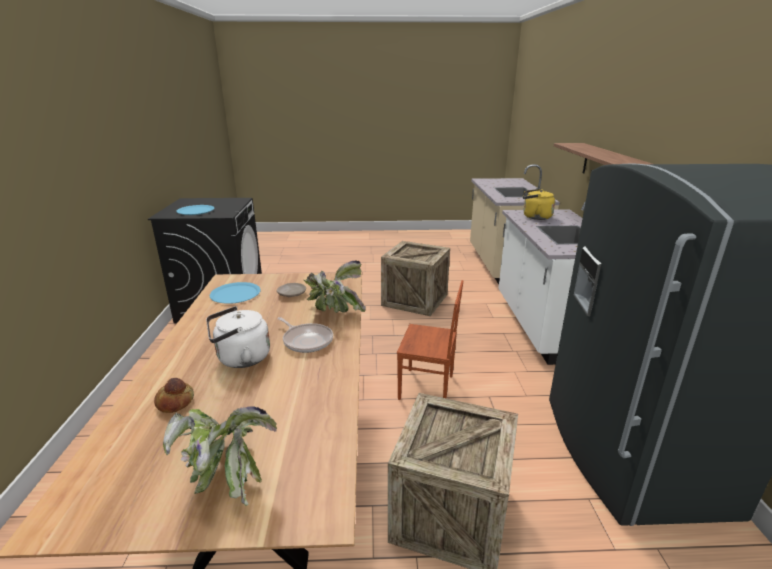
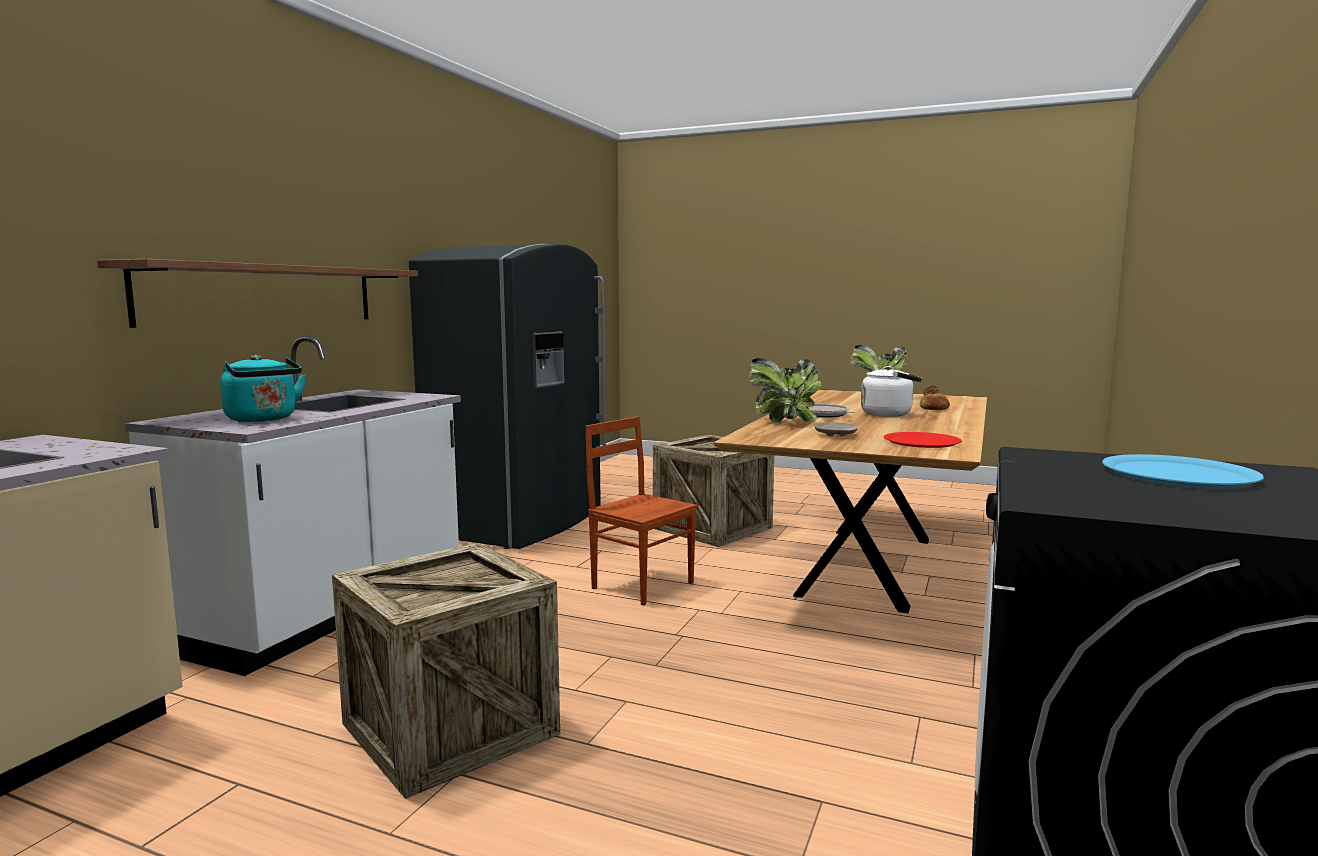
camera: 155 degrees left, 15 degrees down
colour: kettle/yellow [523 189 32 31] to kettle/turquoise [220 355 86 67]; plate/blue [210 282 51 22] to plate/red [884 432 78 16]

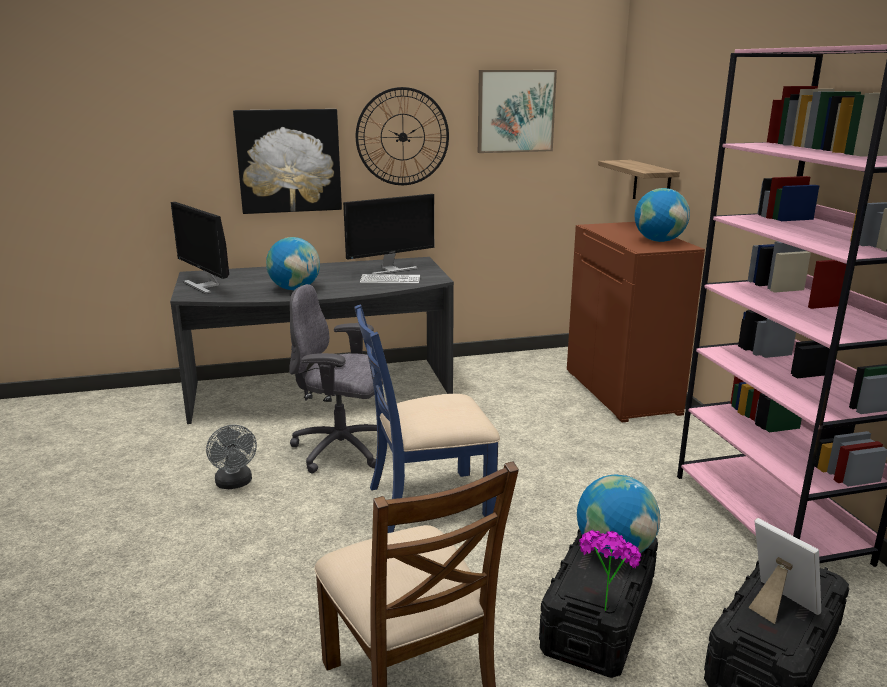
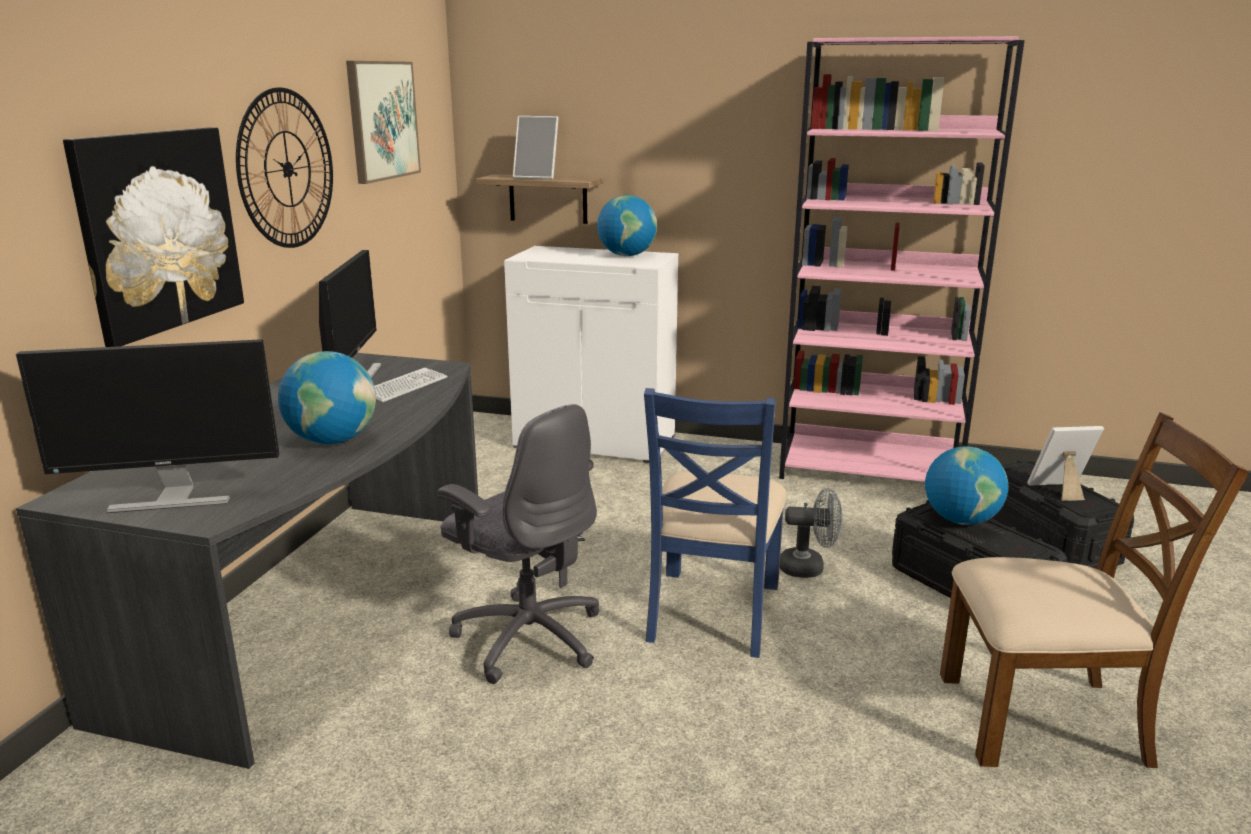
camera: 60 degrees left, 0 degrees up
missing: potted plant [579 530 62 81]
appeared: picture frame [513 116 46 63]
relocated: fan/grey [206 425 51 64] to [780 488 62 90]
colour: cabinet/brown [567 222 138 201] to cabinet/white [504 246 174 217]
spun: office chair/grey [289 284 99 190] = [438 404 162 280] 90 degrees counterclockwise

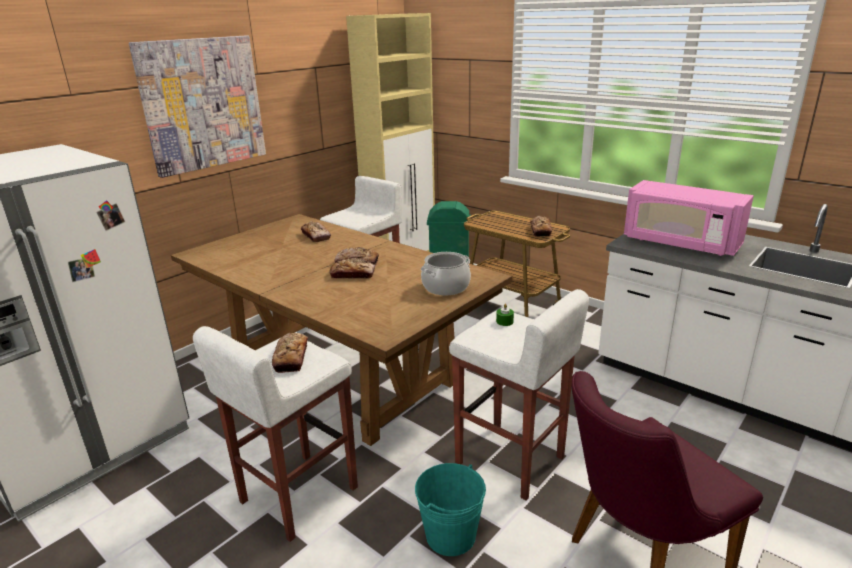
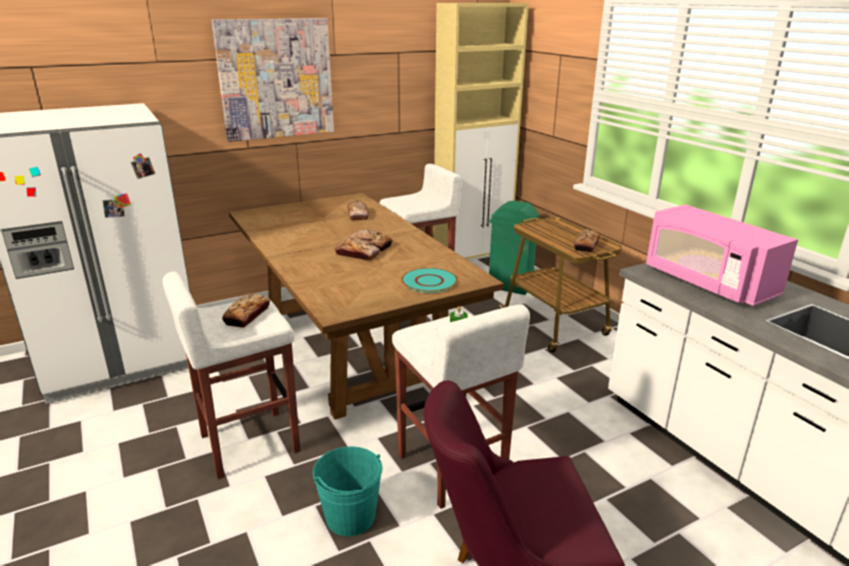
camera: 20 degrees right, 0 degrees up
exchanged: cooking pot [420 252 51 43] to plate/turquoise [401 268 57 25]

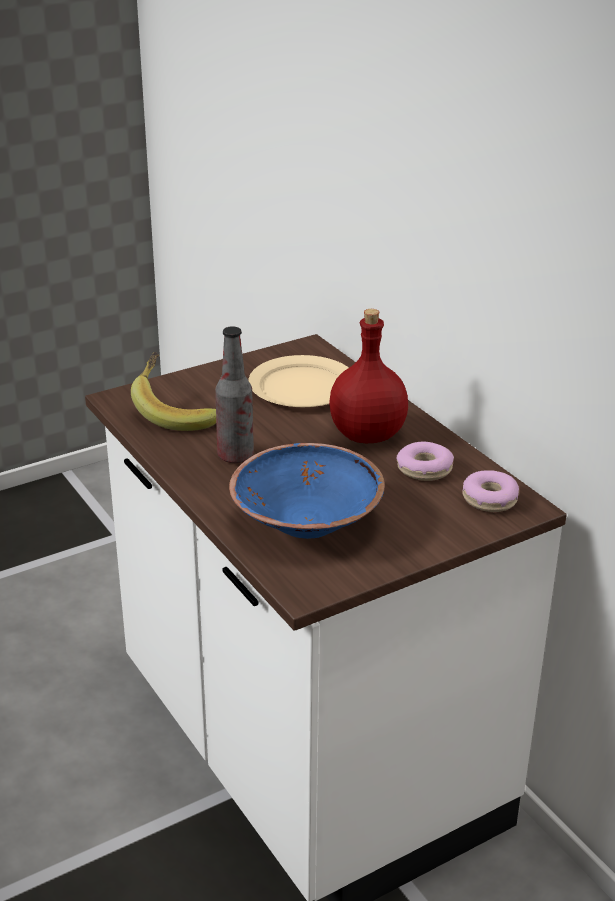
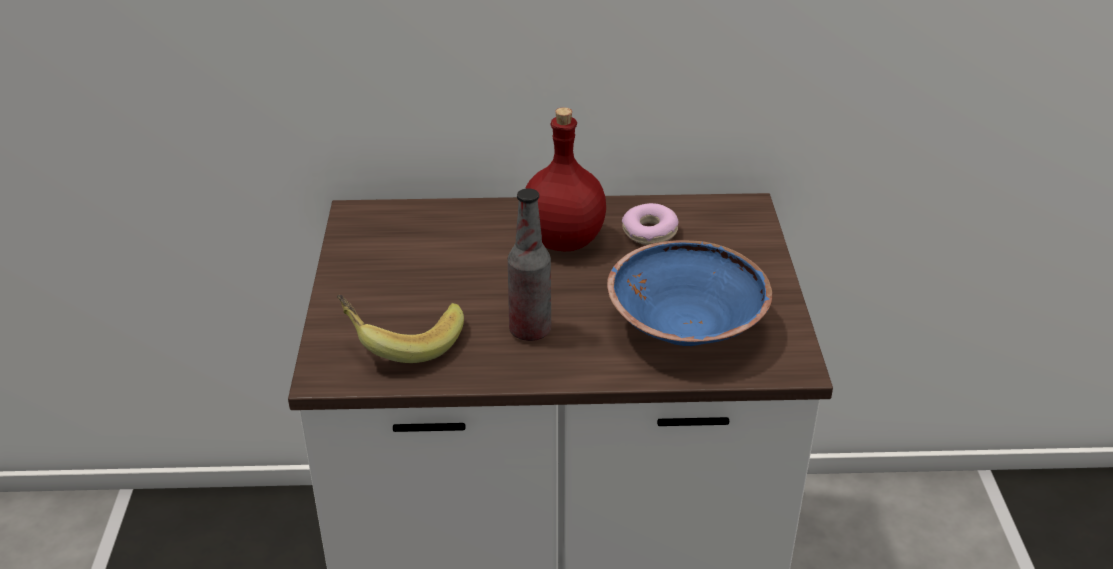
camera: 60 degrees left, 5 degrees up
missing: plate/beige [248 355 100 52]; donut [462 470 57 42]

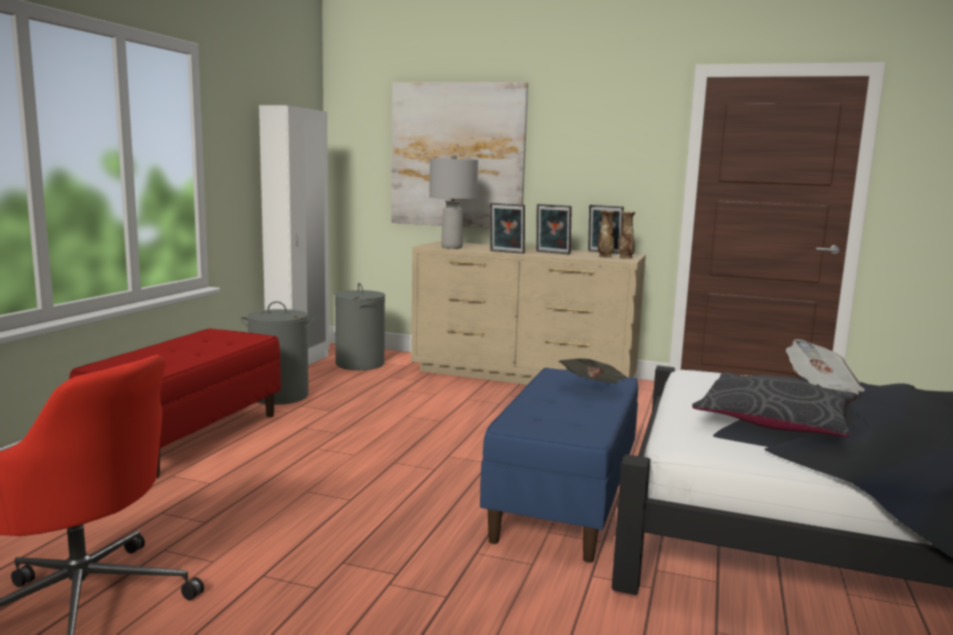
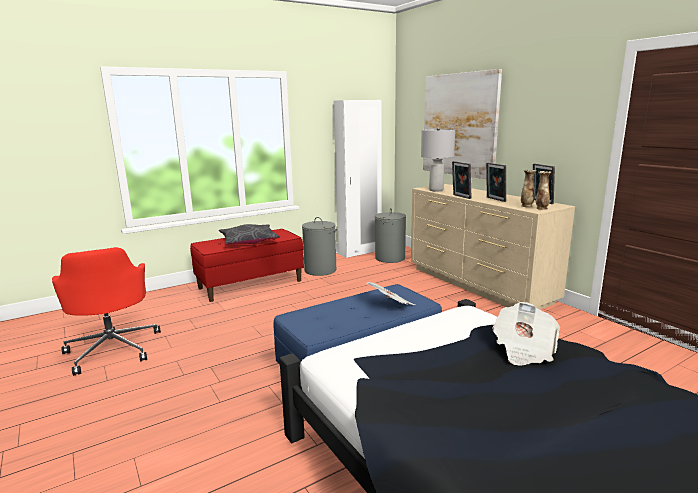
camera: 40 degrees right, 5 degrees up
relocated: pillow/grey [692 372 165 65] to [219 224 61 20]

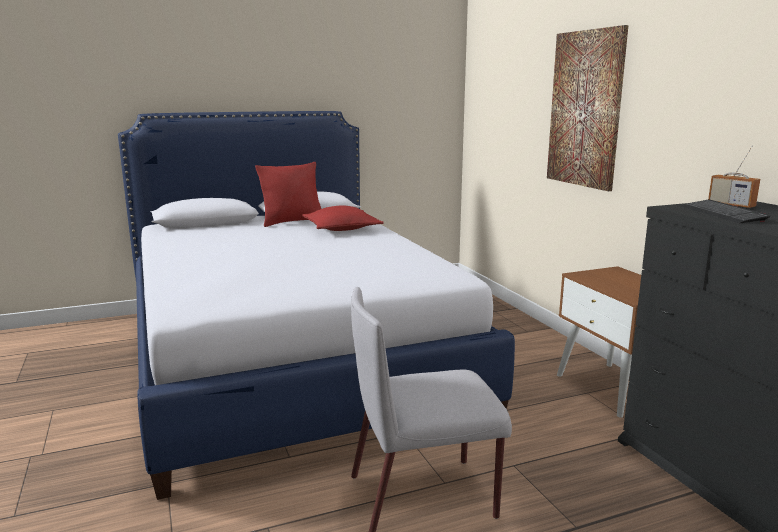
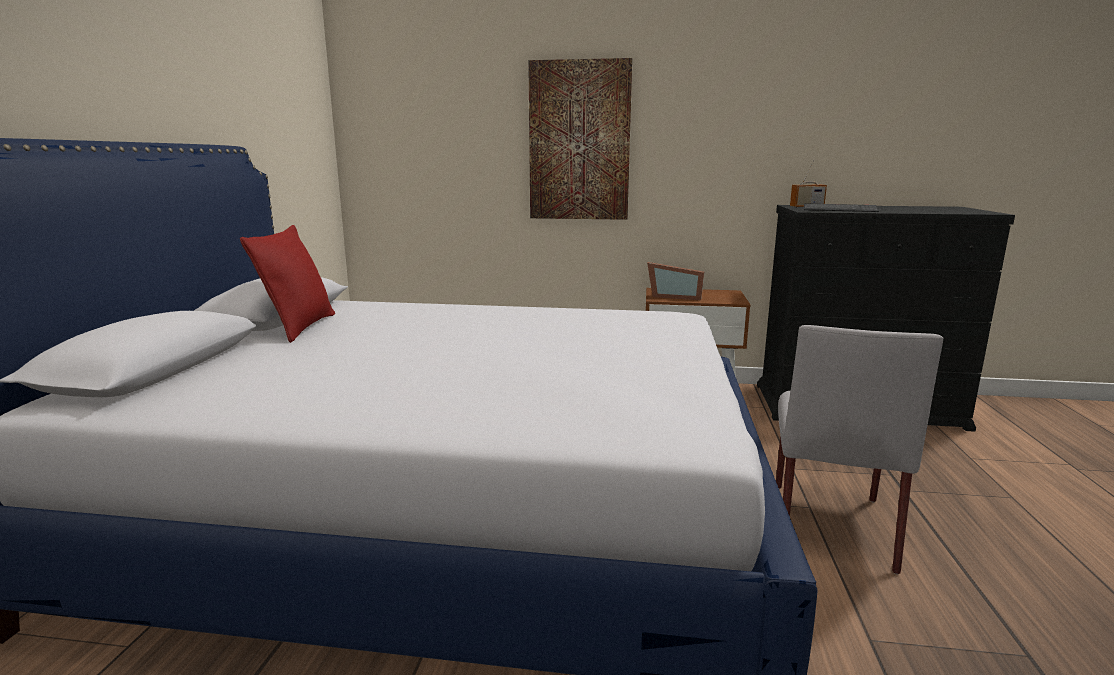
camera: 60 degrees left, 0 degrees up
missing: pillow/red [302 206 82 25]
appeared: picture frame [647 262 57 38]

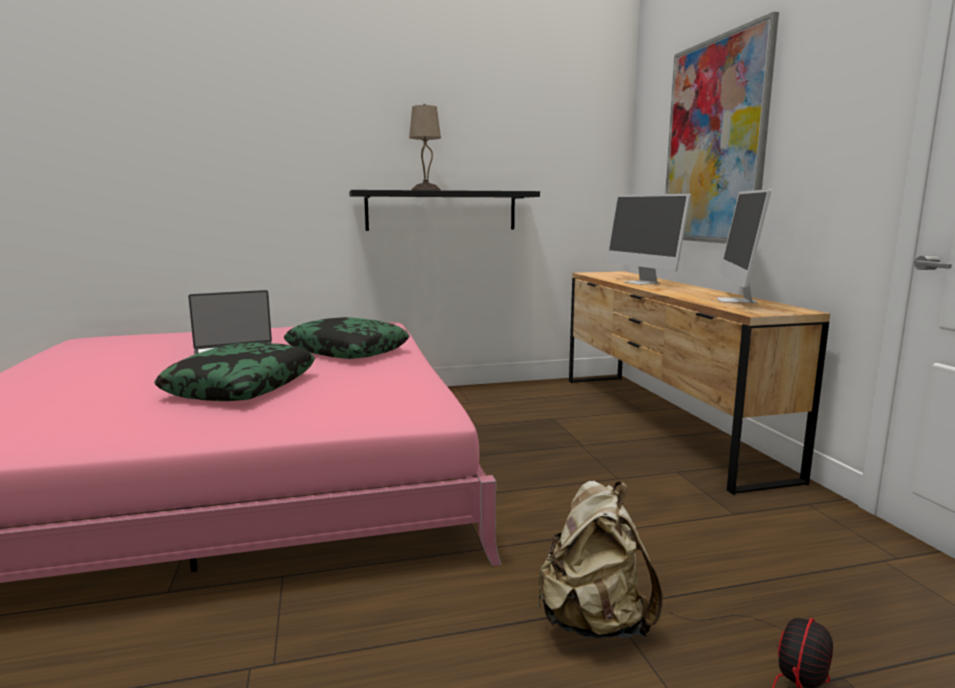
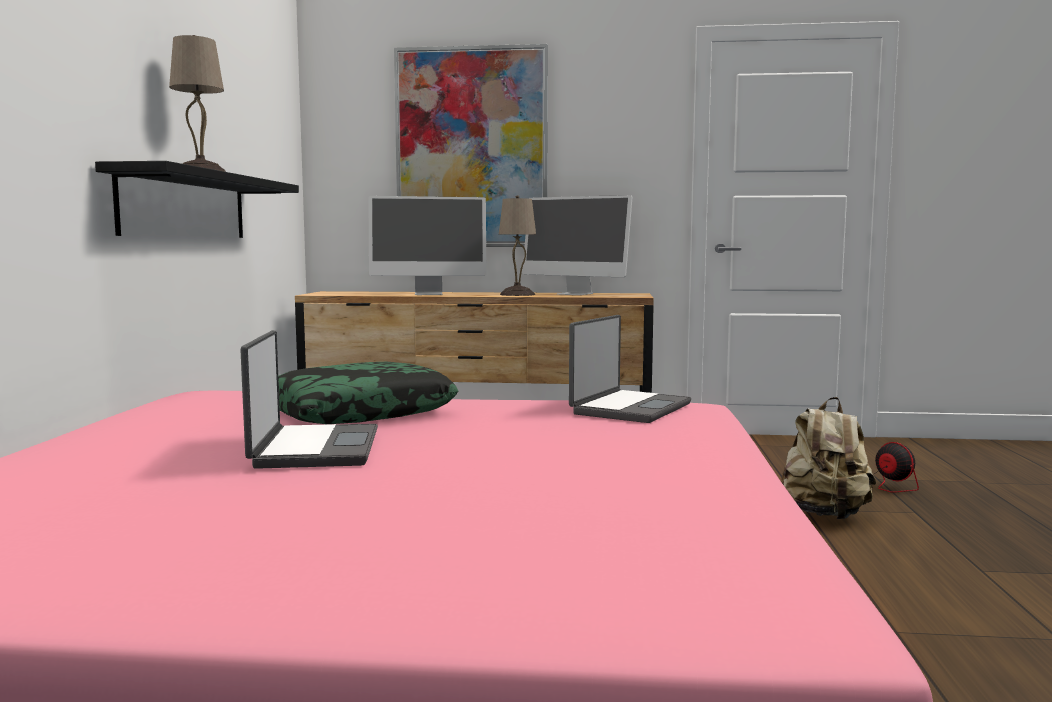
camera: 70 degrees left, 5 degrees down
missing: pillow [154 343 161 58]
appeared: table lamp/beige [499 195 37 101]; laptop [569 315 122 108]

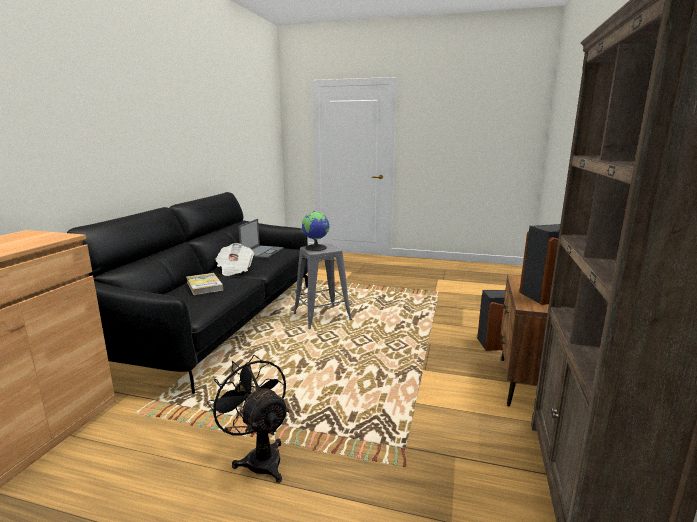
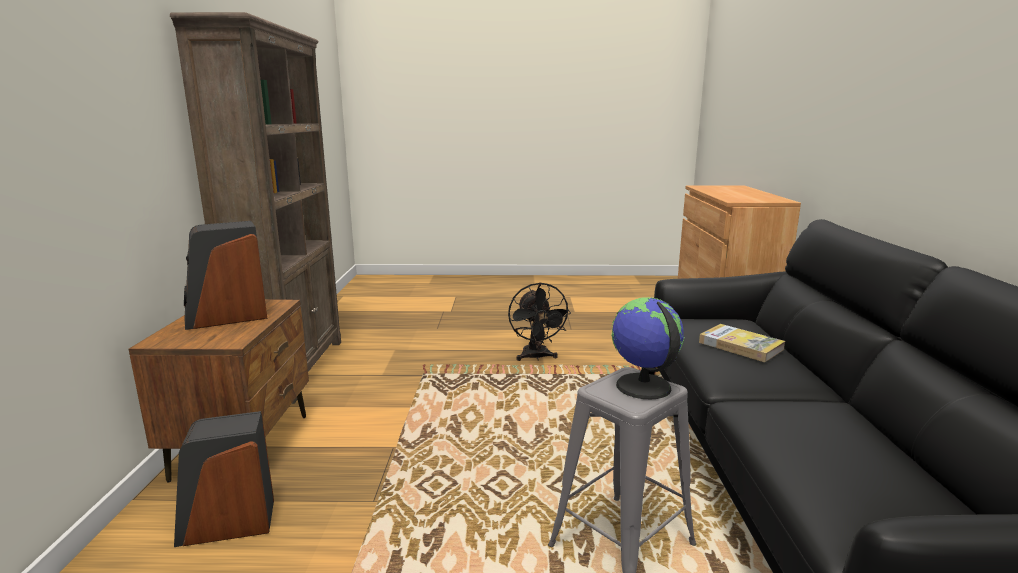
camera: 165 degrees right, 0 degrees up
missing: laptop [238 219 46 39]; newspaper [215 243 39 33]
spun: fan/black [207 355 82 128] = [508 282 63 79] 45 degrees clockwise

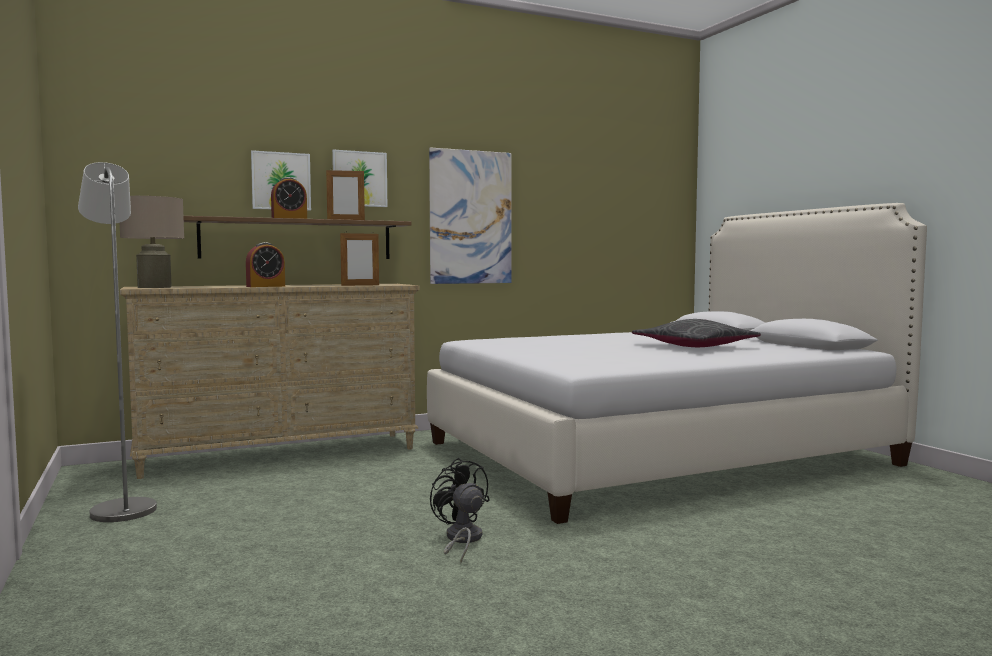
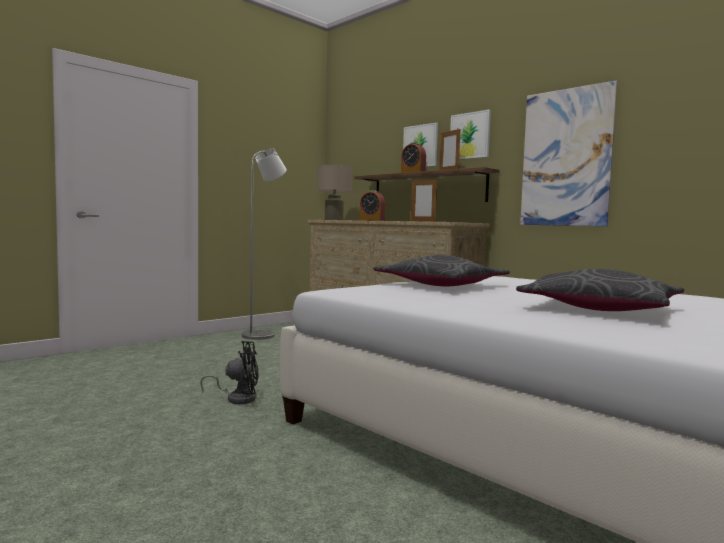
camera: 70 degrees right, 0 degrees up
appeared: pillow/grey [373 255 137 31]
spun: fan/black [430 458 59 105] = [200 341 59 63] 45 degrees clockwise

